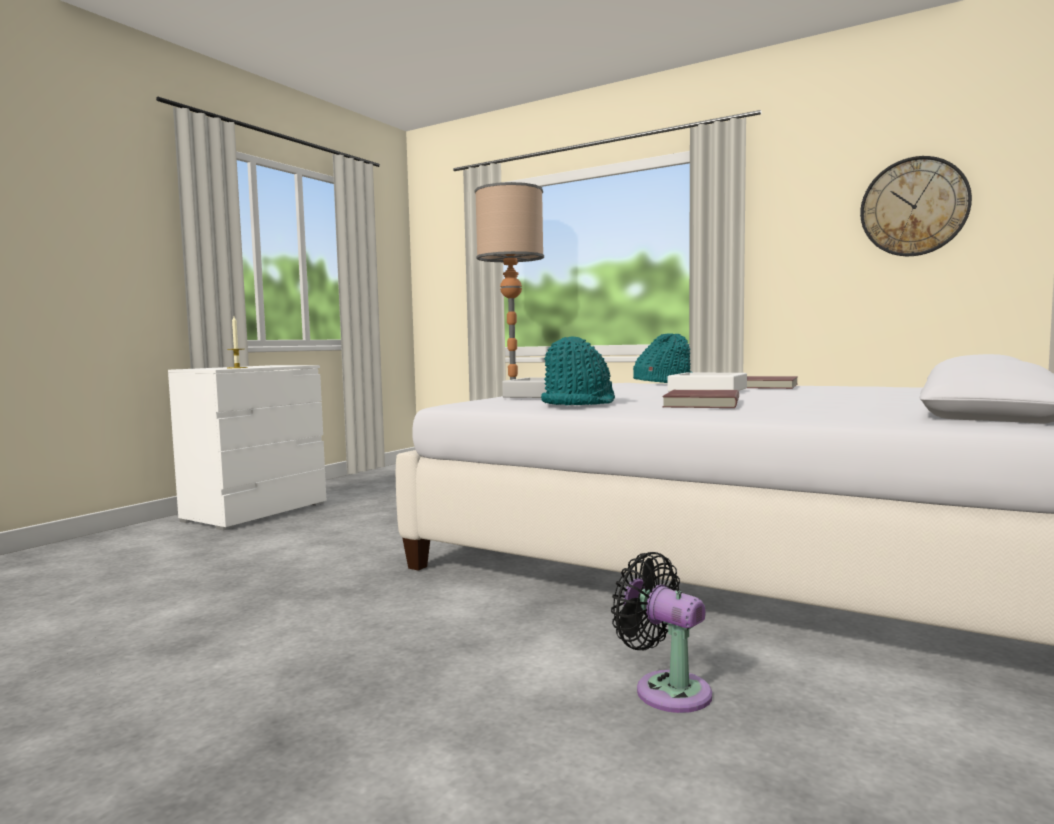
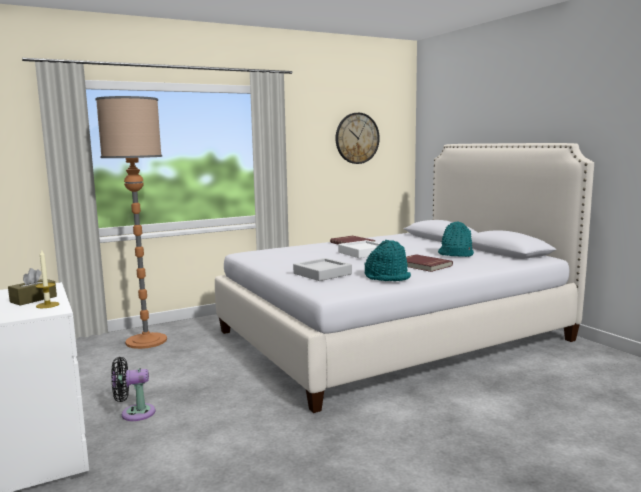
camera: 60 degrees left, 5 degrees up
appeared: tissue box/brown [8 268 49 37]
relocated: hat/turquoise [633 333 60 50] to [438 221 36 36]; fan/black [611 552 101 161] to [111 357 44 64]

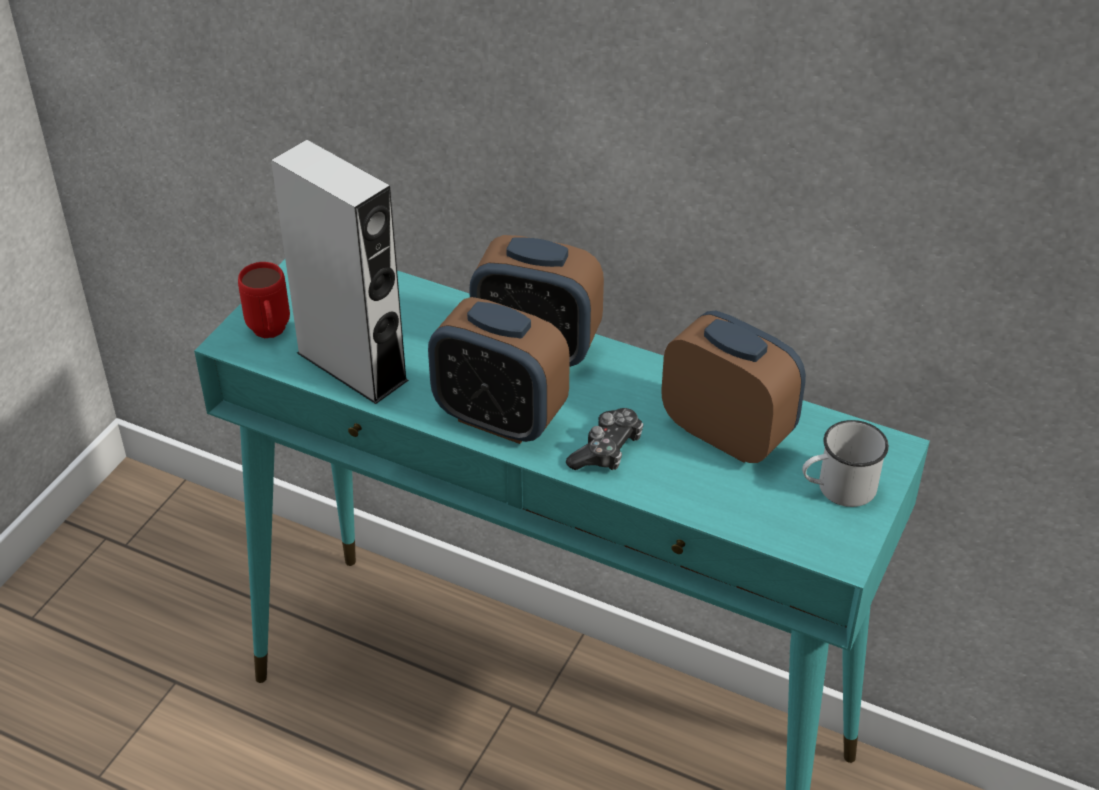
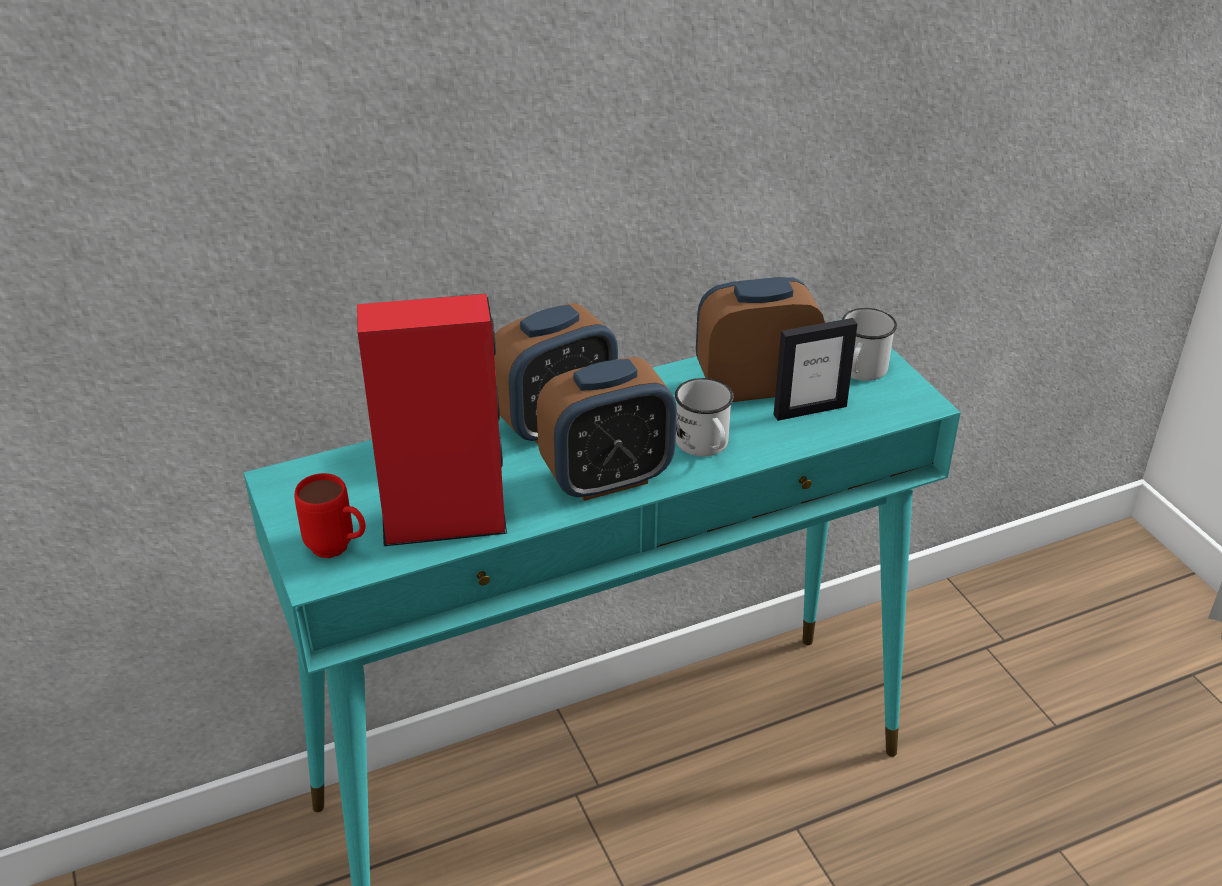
camera: 50 degrees left, 5 degrees down
appeared: picture frame [774 318 83 103]
exchanged: game controller [566 408 77 62] to mug/white [675 378 59 79]
colour: speaker/grey [271 140 138 264] to speaker/red [357 294 150 252]

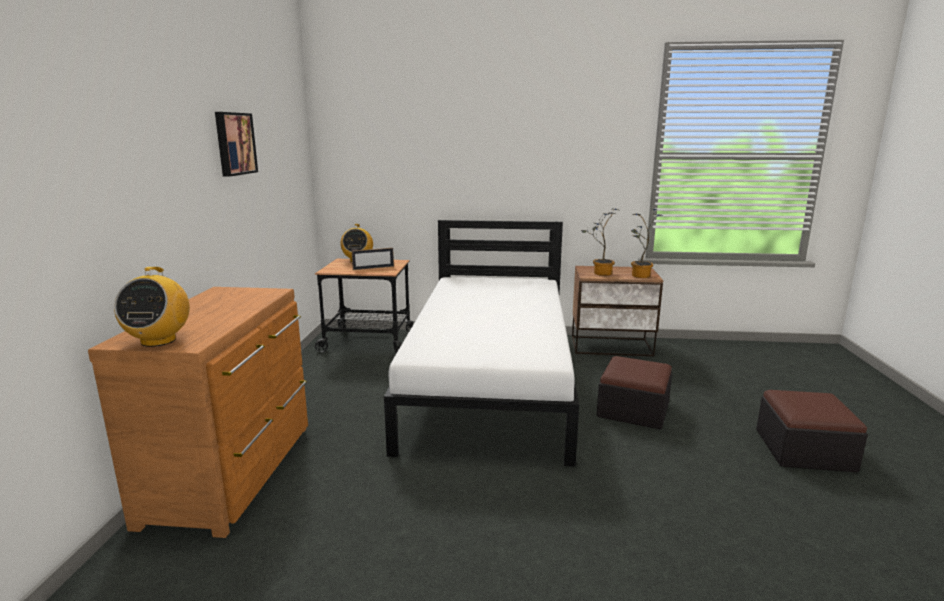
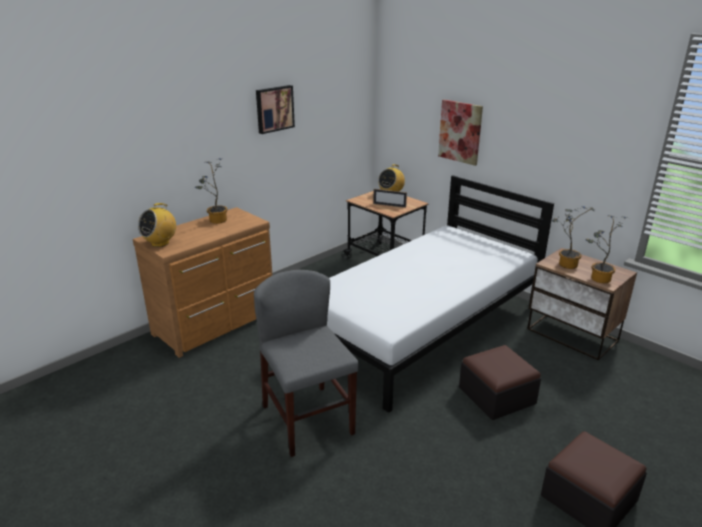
camera: 40 degrees right, 10 degrees up
appeared: picture [438 100 45 66]; potted plant [195 158 33 66]; chair/grey [254 270 105 187]

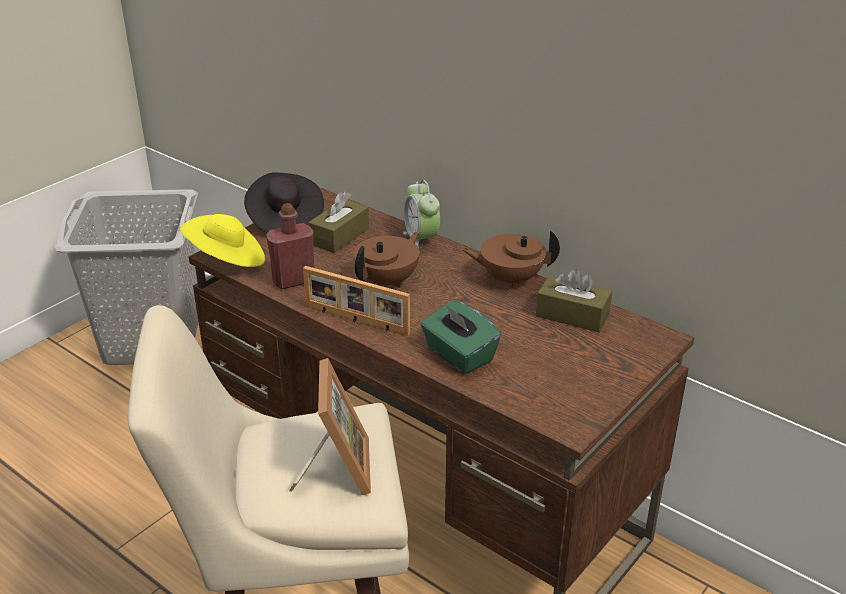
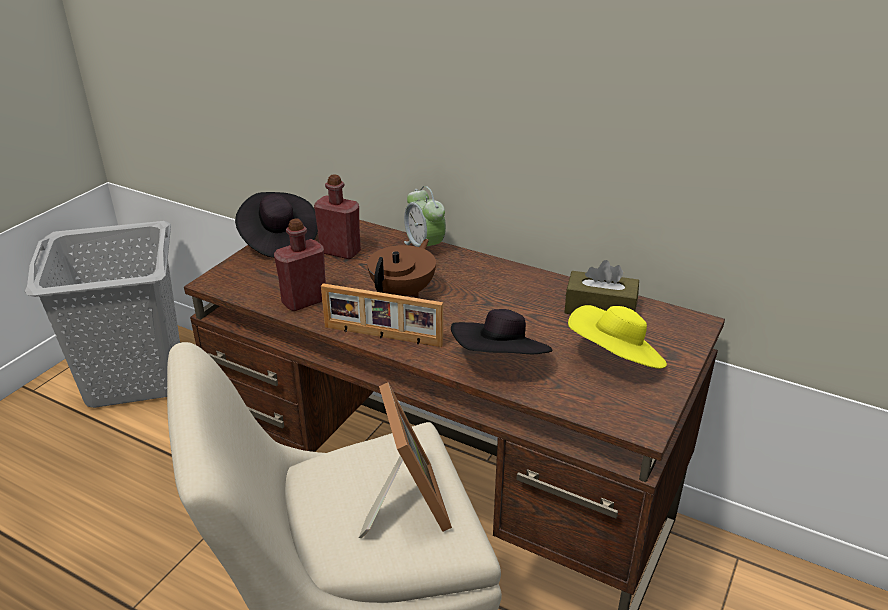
camera: 10 degrees left, 0 degrees up
missing: teapot/brown [462 230 98 58]
relocated: hat/yellow [180 214 85 53] to [568 305 99 64]
exchanged: tissue box/brown [308 192 61 61] to bottle/red [314 174 47 85]; tissue box/green [421 300 80 74] to hat/black [451 309 101 45]

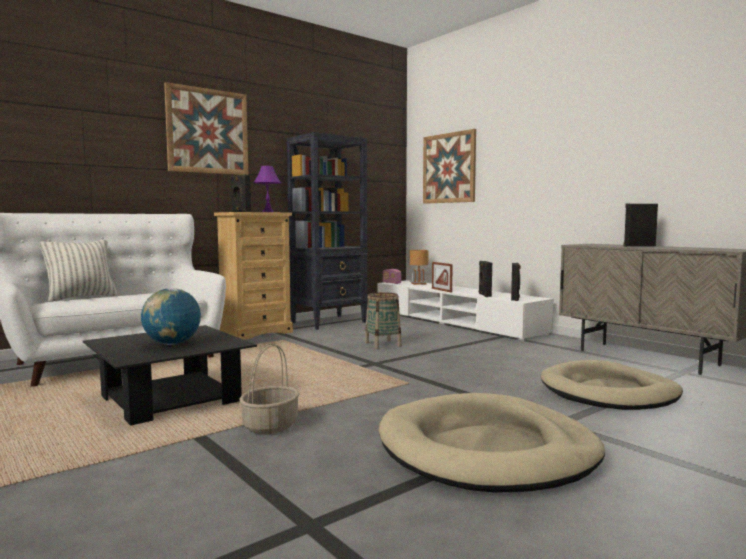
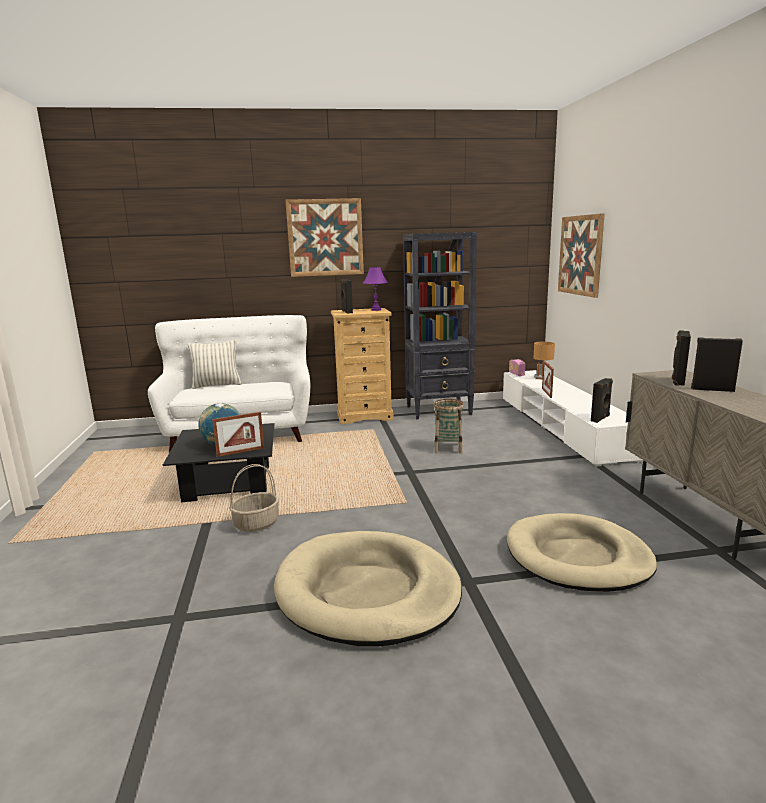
camera: 30 degrees right, 10 degrees up
appeared: picture frame [212 412 52 45]
relocated: speaker/black [479 261 13 36] to [672 330 19 56]

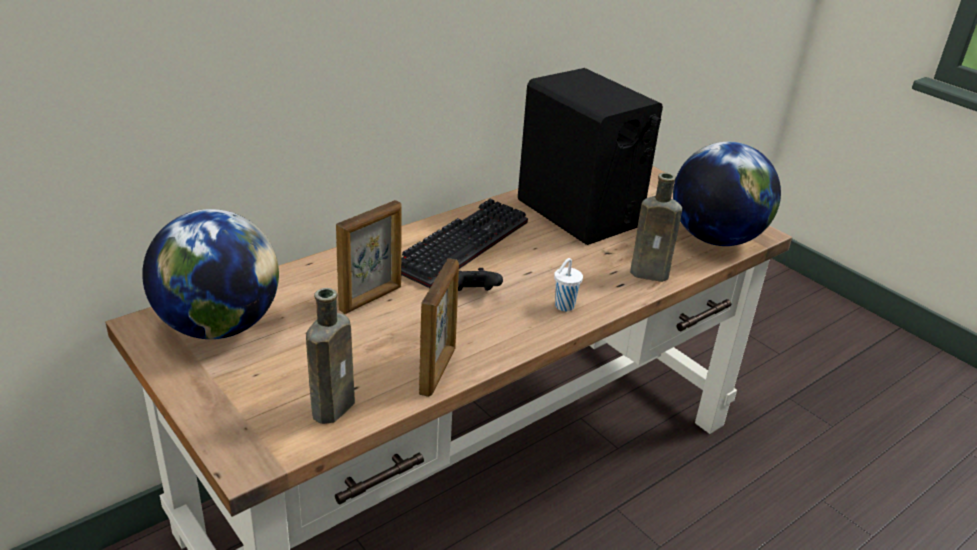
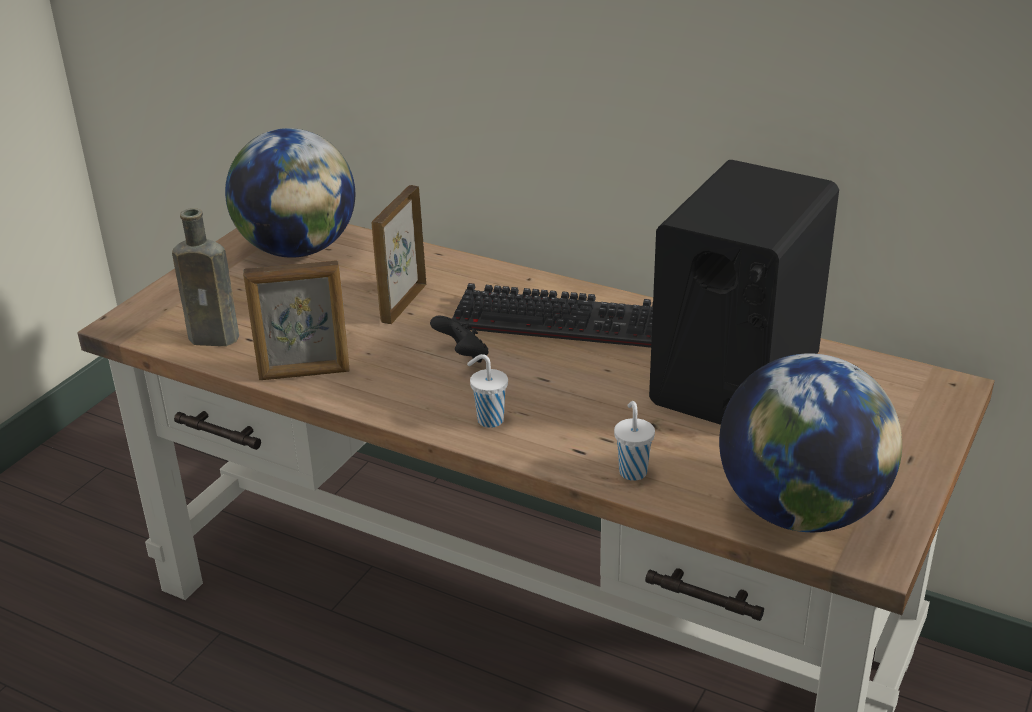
camera: 70 degrees right, 0 degrees up
exchanged: bottle/brown [630 173 52 109] to cup/white [614 401 41 80]
spun: picture frame [336 200 66 114] = [371 185 55 139] 90 degrees clockwise

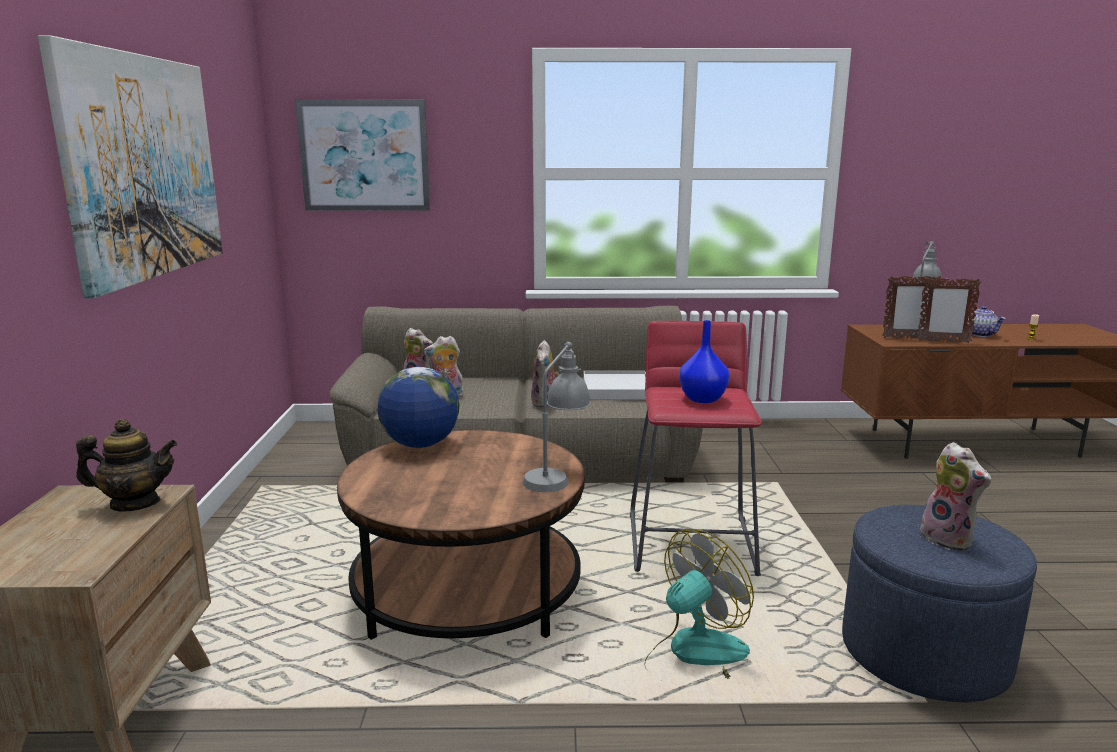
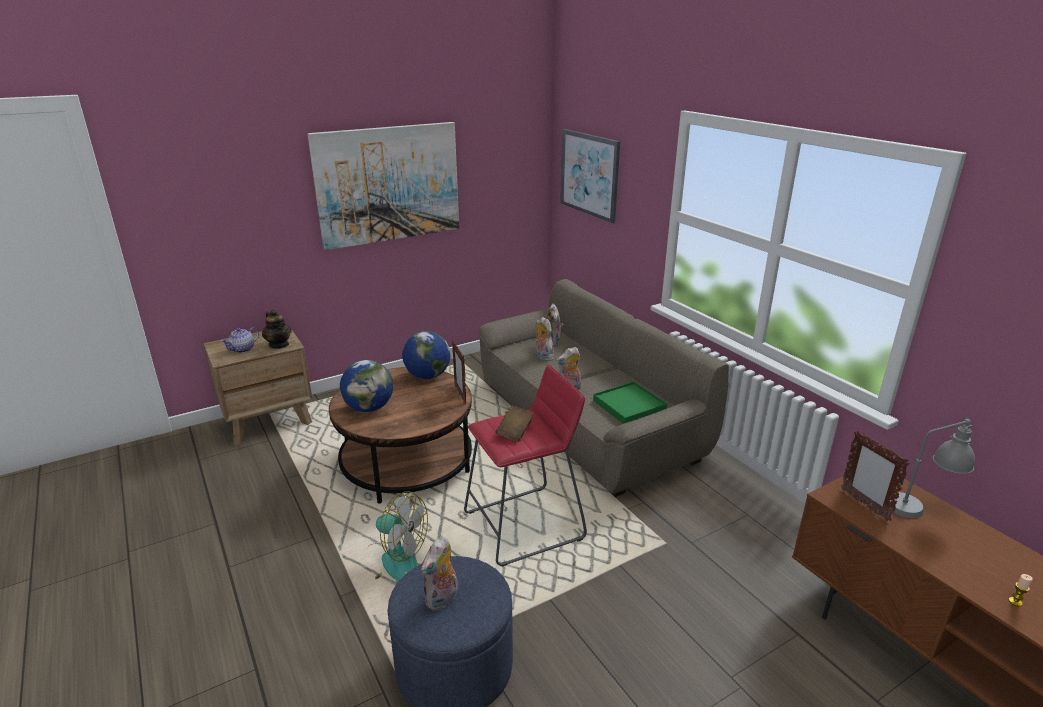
camera: 60 degrees right, 10 degrees up
missing: table lamp/grey [523 342 68 150]
appeared: globe [340 360 53 52]
relocated: picture frame [917 278 64 65] to [452 340 14 64]; teapot [968 306 38 31] to [221 327 38 26]
exchanged: vase/blue [679 320 51 83] to book/brown [496 405 38 37]
colour: tray/white [583 371 63 28] to tray/green [593 382 74 42]

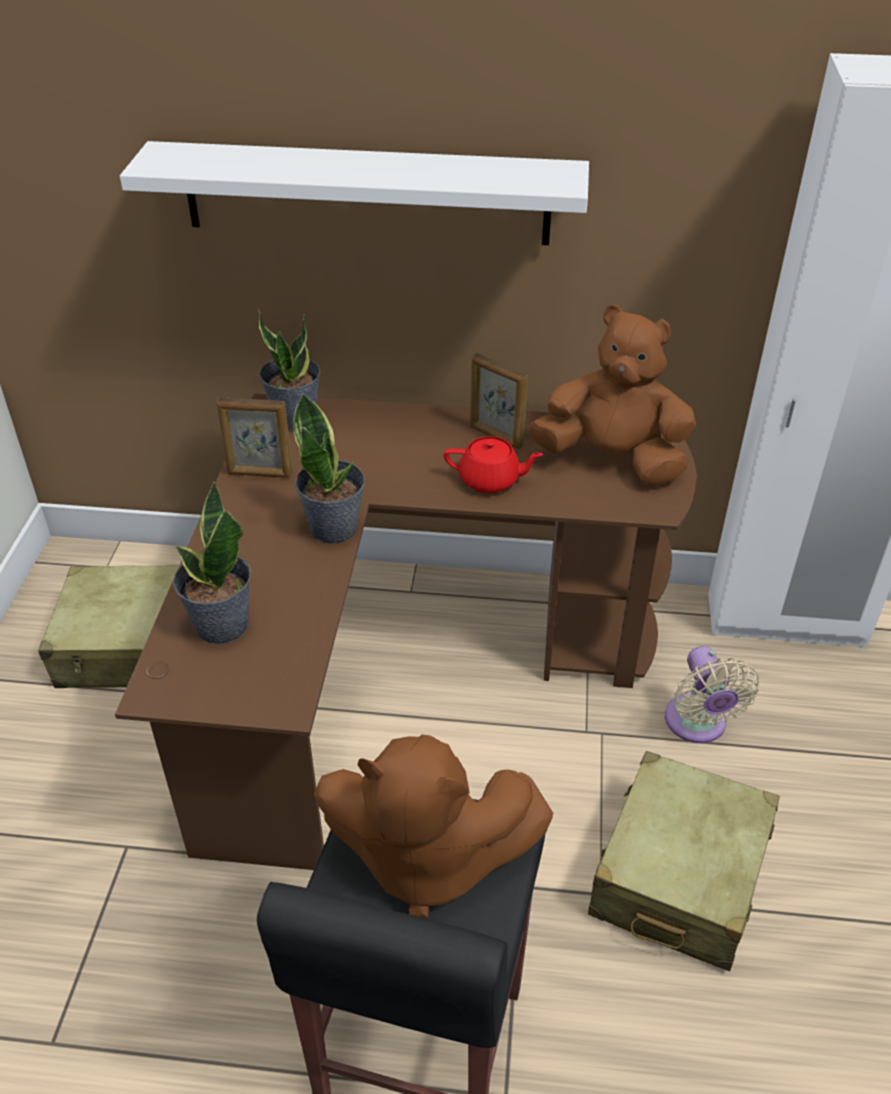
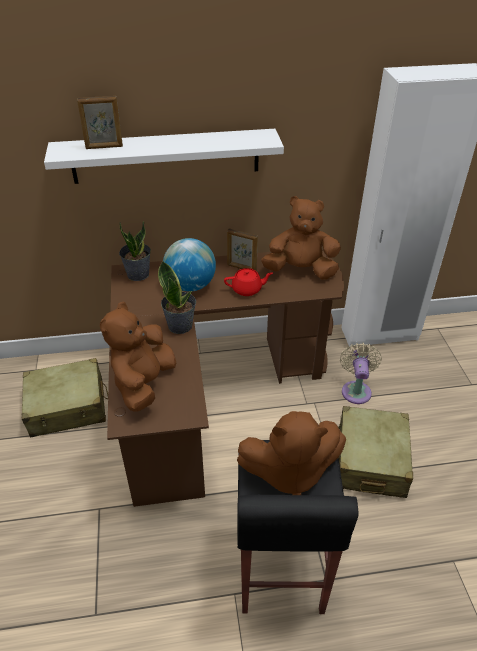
camera: 15 degrees left, 0 degrees up
appeared: globe [163 238 53 54]
relocated: picture frame [216 397 76 81] to [77 96 46 53]
exchanged: potted plant [173 481 78 163] to plush toy/brown [100 302 76 110]
spun: fan/beige [665 646 95 97] = [340 343 42 61] 150 degrees counterclockwise

